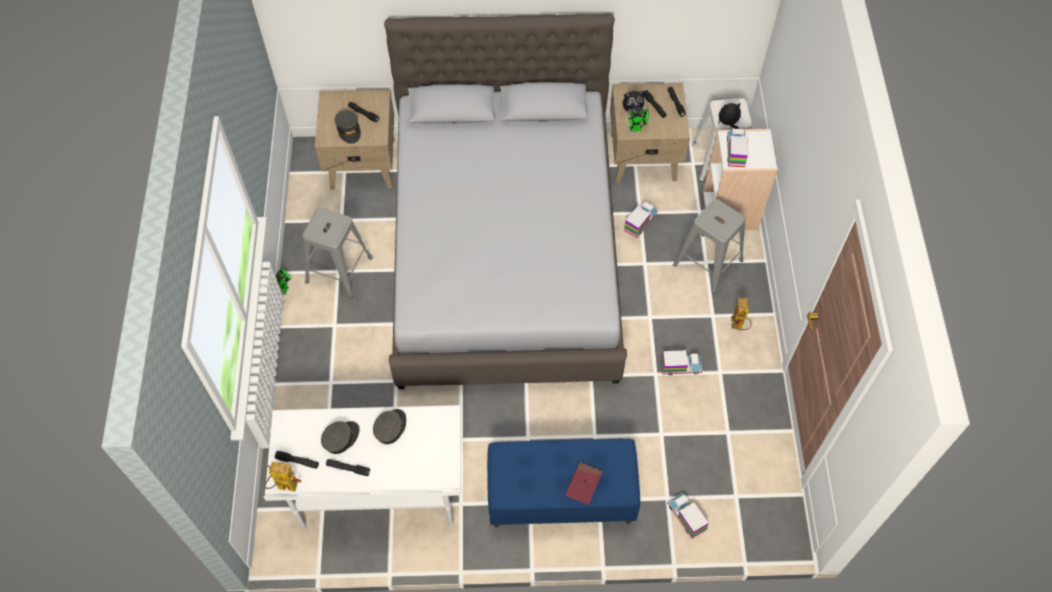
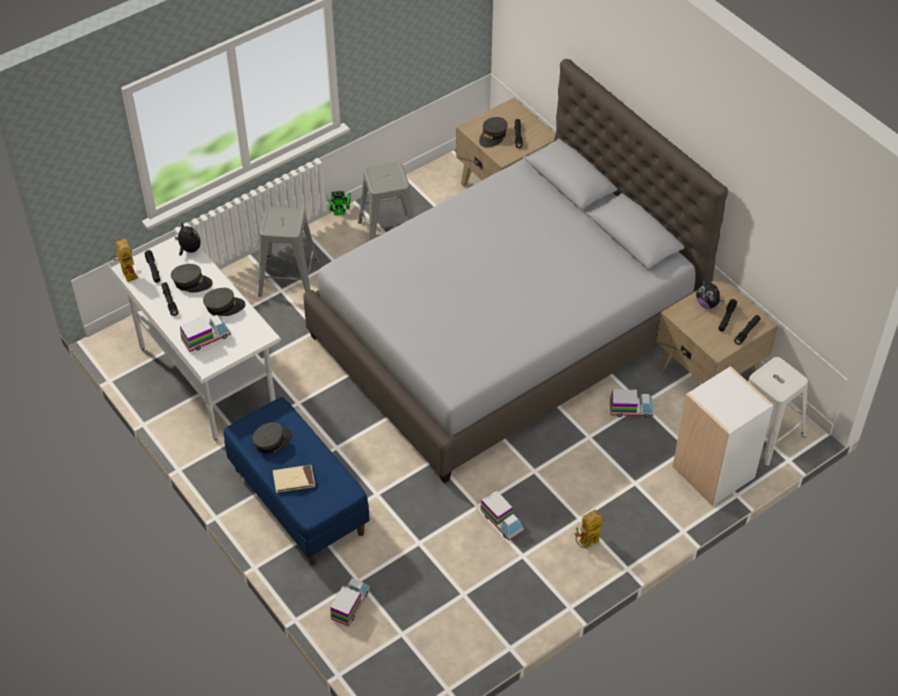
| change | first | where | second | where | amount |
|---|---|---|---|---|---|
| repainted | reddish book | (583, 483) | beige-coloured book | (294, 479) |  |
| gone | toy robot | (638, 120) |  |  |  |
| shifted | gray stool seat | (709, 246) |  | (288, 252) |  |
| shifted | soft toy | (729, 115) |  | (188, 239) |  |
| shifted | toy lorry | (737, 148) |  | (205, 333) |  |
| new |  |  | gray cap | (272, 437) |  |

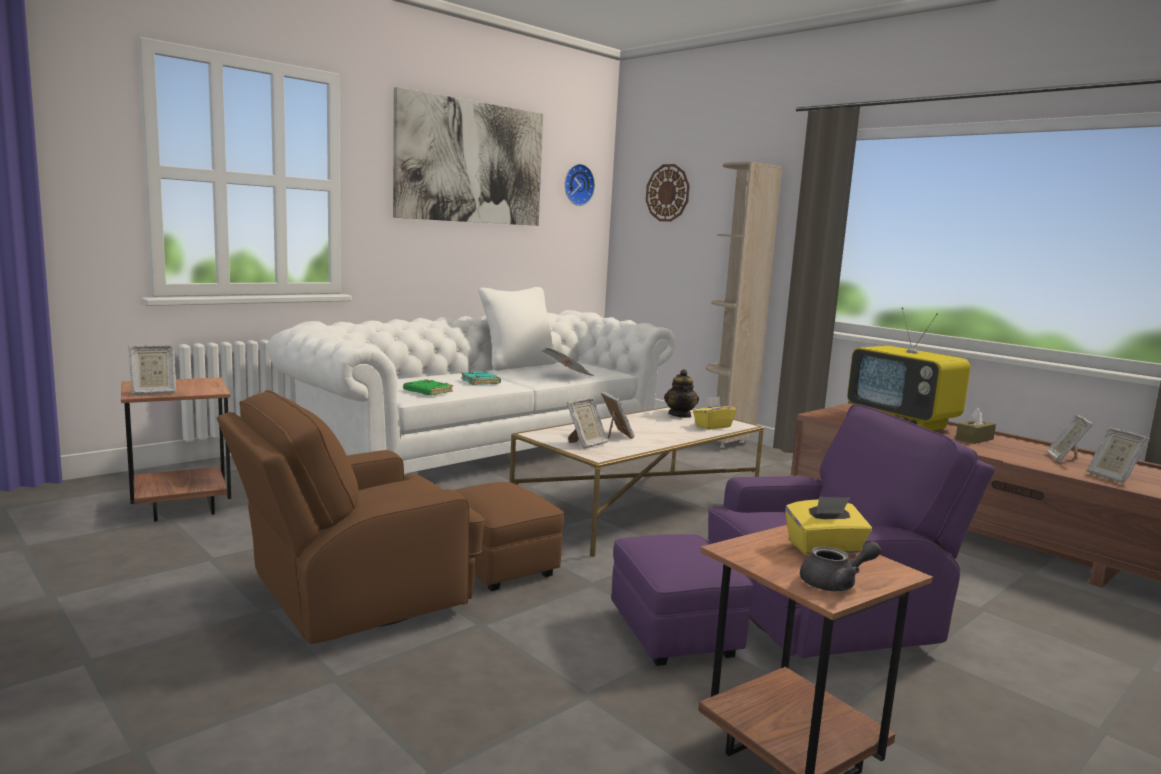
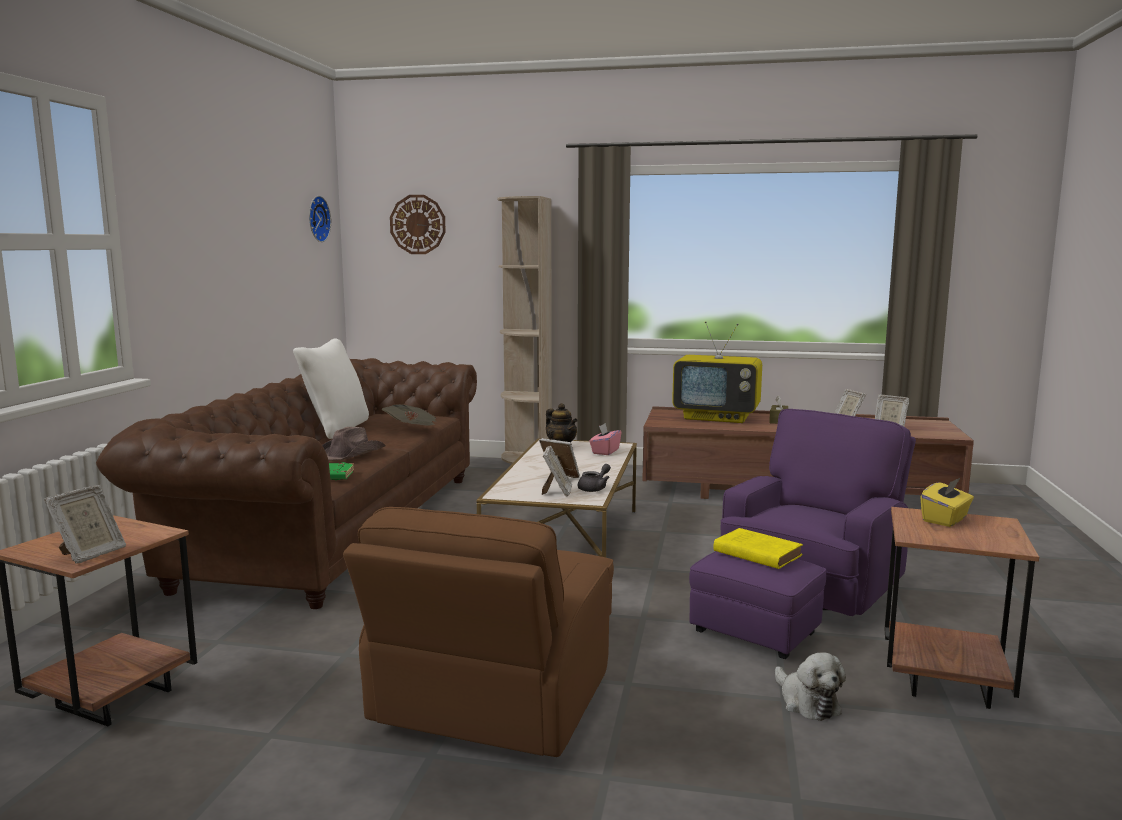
| change | first | where | second | where | amount |
|---|---|---|---|---|---|
| repainted | white-coloured couch | (471, 392) | brown-coloured couch | (286, 483) |  |
| gone | wall art | (468, 156) |  |  |  |
| swapped | blue-green book | (481, 378) | brown-coloured wearable hat | (353, 444) |  |
| repainted | yellow box of tissues | (714, 412) | pinkish box of tissues | (605, 439) |  |
| shifted | gray teapot | (840, 566) |  | (594, 478) |  |
| new |  |  | yellow book | (758, 548) |  |
| new |  |  | soft toy | (810, 686) |  |

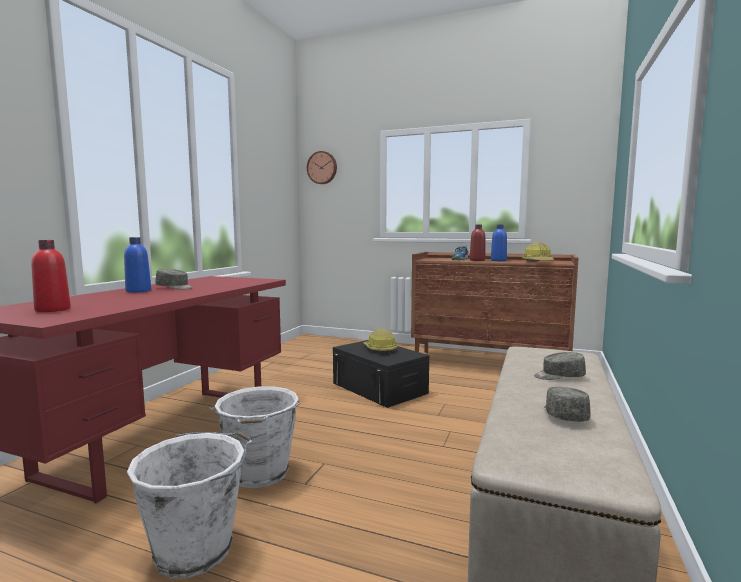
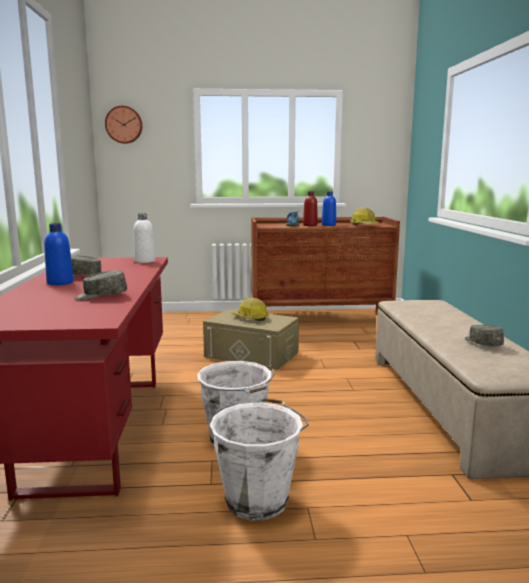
| change | first | where | second | where | amount |
|---|---|---|---|---|---|
| gone | reddish beverage bottle | (51, 276) |  |  |  |
| repainted | blackish storage bin | (381, 374) | beige-coloured storage bin | (251, 339) |  |
| shifted | gray cap | (560, 366) |  | (100, 285) |  |
| new |  |  | white-coloured beverage bottle | (144, 238) |  |

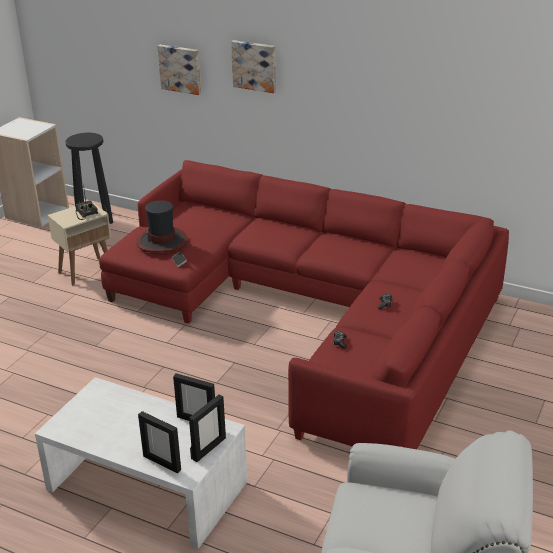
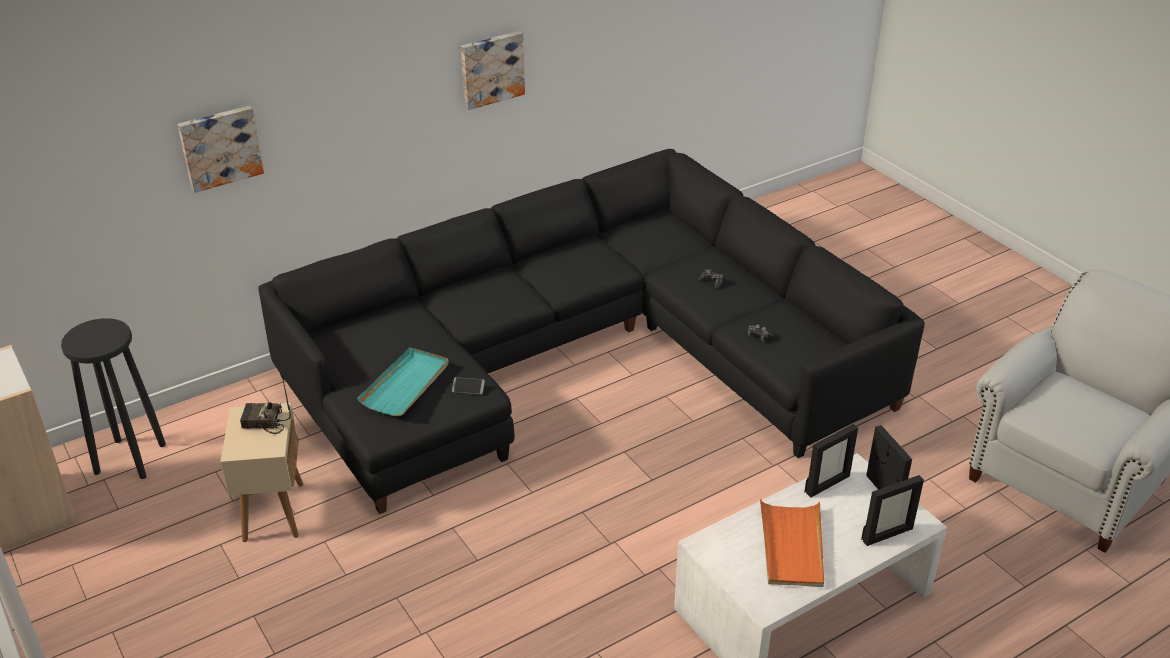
| change | first | where | second | where | amount |
|---|---|---|---|---|---|
| repainted | reddish couch | (304, 304) | blackish couch | (591, 331) |  |
| swapped | wearable hat | (162, 227) | blue-green carrying tray | (403, 381) |  |
| shifted | wall art | (253, 66) |  | (493, 70) |  |
| new |  |  | orangey carrying tray | (792, 543) |  |

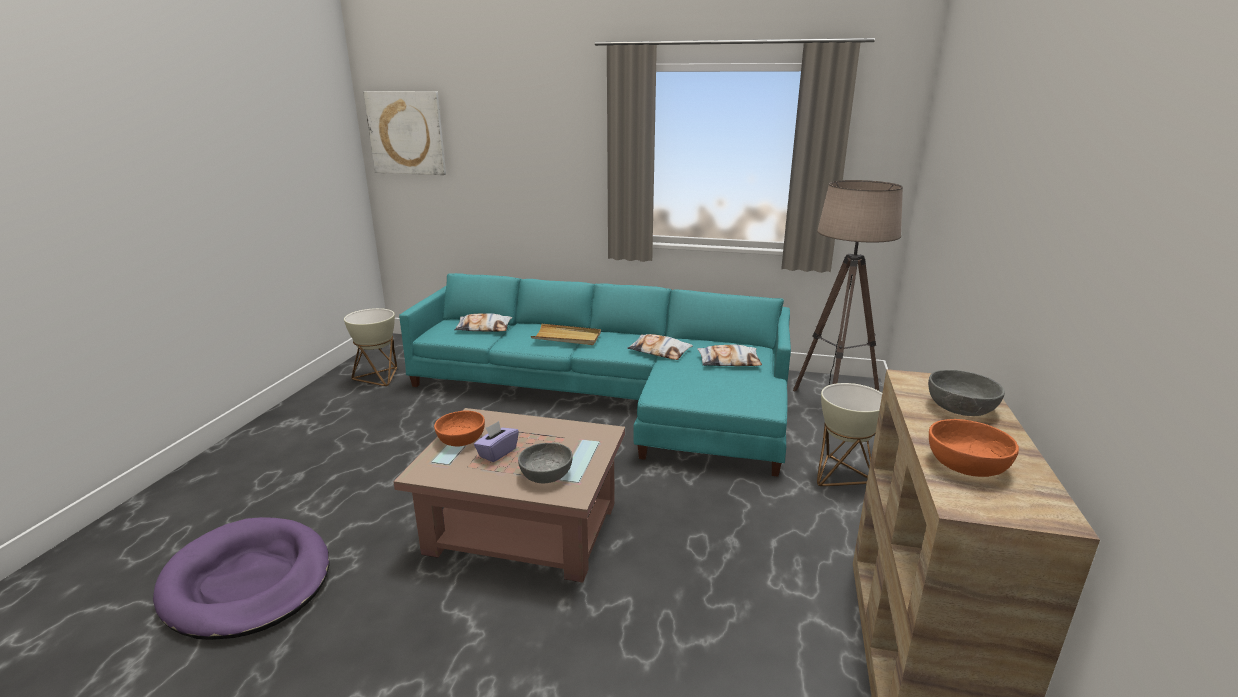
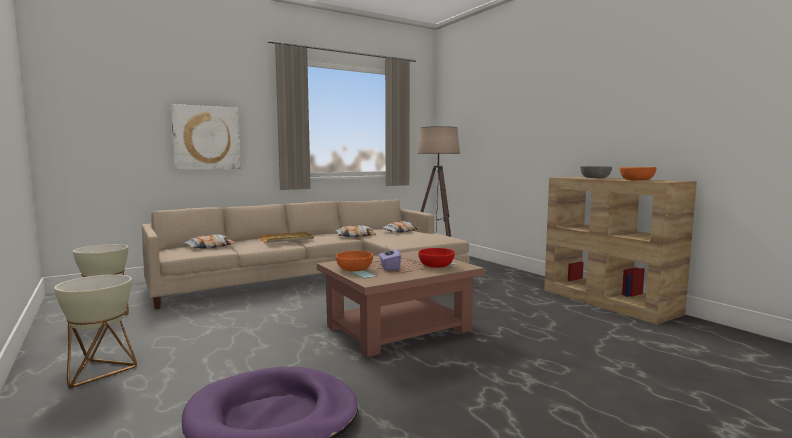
| change | first | where | second | where | amount |
|---|---|---|---|---|---|
| shifted | wall art | (404, 133) |  | (205, 137) |  |
| repainted | blue-green couch | (595, 375) | beige-coloured couch | (306, 254) |  |
| repainted | gray bowl | (545, 463) | reddish bowl | (436, 258) |  |
| shifted | flower pot | (849, 434) |  | (95, 331) |  |

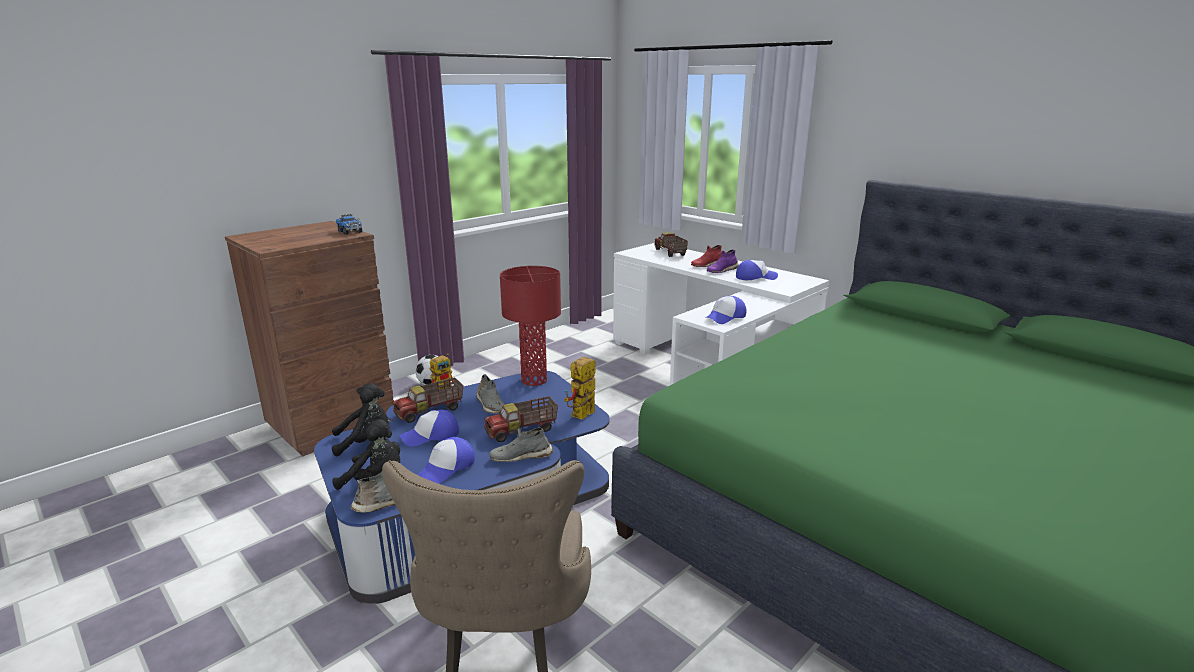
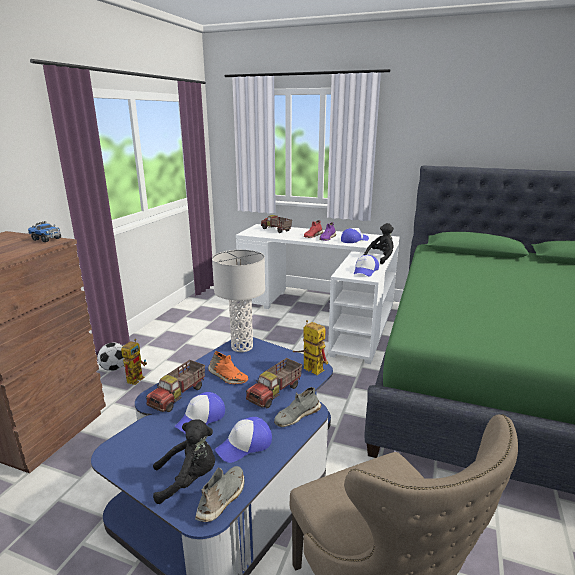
| change | first | where | second | where | amount |
|---|---|---|---|---|---|
| shifted | blackish soft toy | (360, 419) |  | (379, 243) |  |
| rotated | cap | (446, 460) |  | (243, 440) | 45 degrees clockwise |
| repainted | gray item of footwear | (490, 394) | orangey item of footwear | (228, 367) |  |
| repainted | reddish lamp for a table | (530, 326) | white-coloured lamp for a table | (238, 301) |  |
| rotated | toy robot | (579, 388) |  | (310, 347) | 120 degrees clockwise |

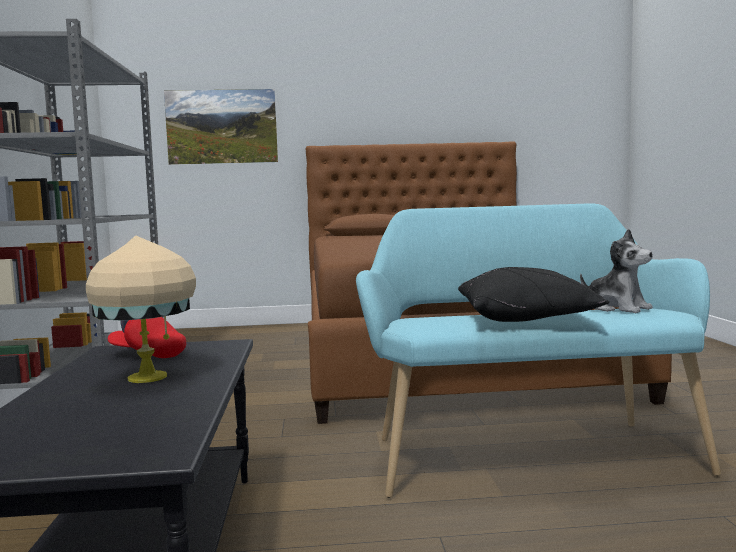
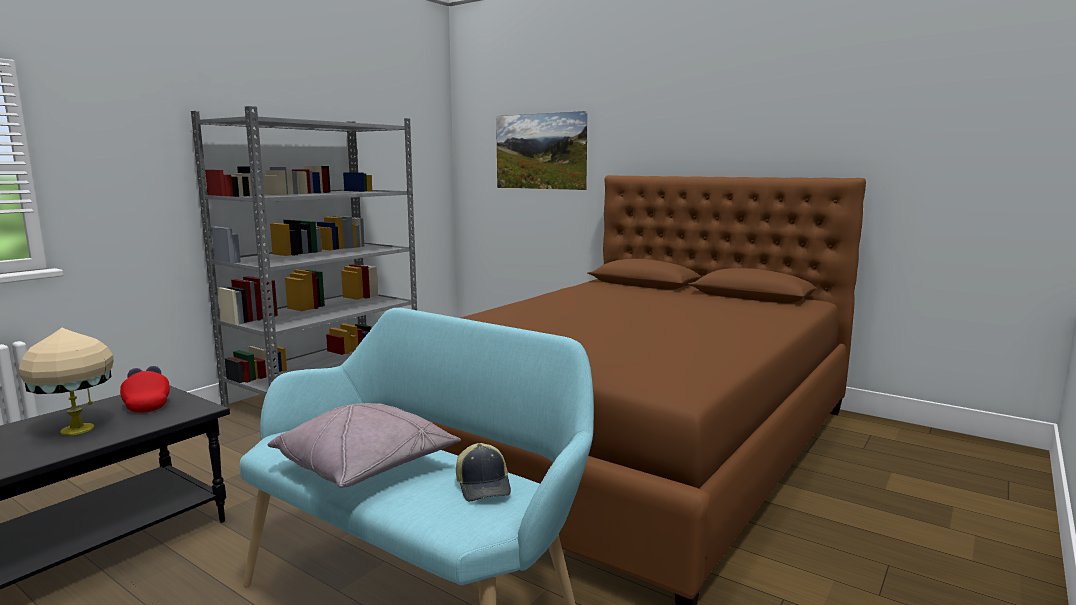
| change | first | where | second | where | amount |
|---|---|---|---|---|---|
| repainted | blackish pillow | (533, 294) | purplish pillow | (364, 445) |  |
| swapped | soft toy | (616, 271) | cap | (483, 472) |  |

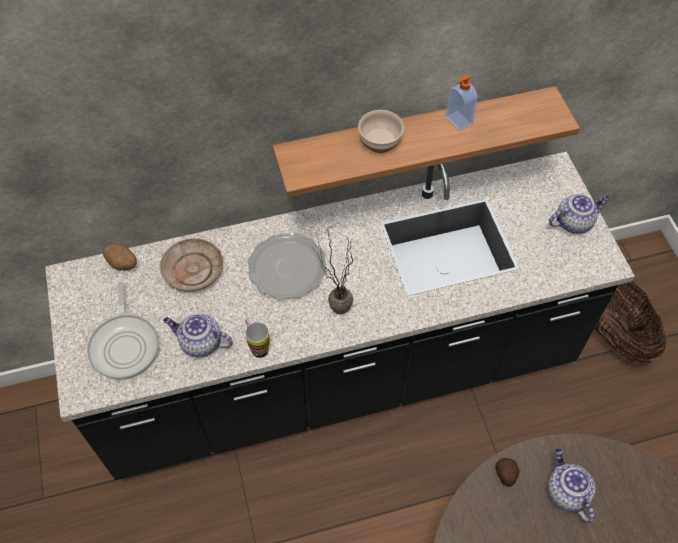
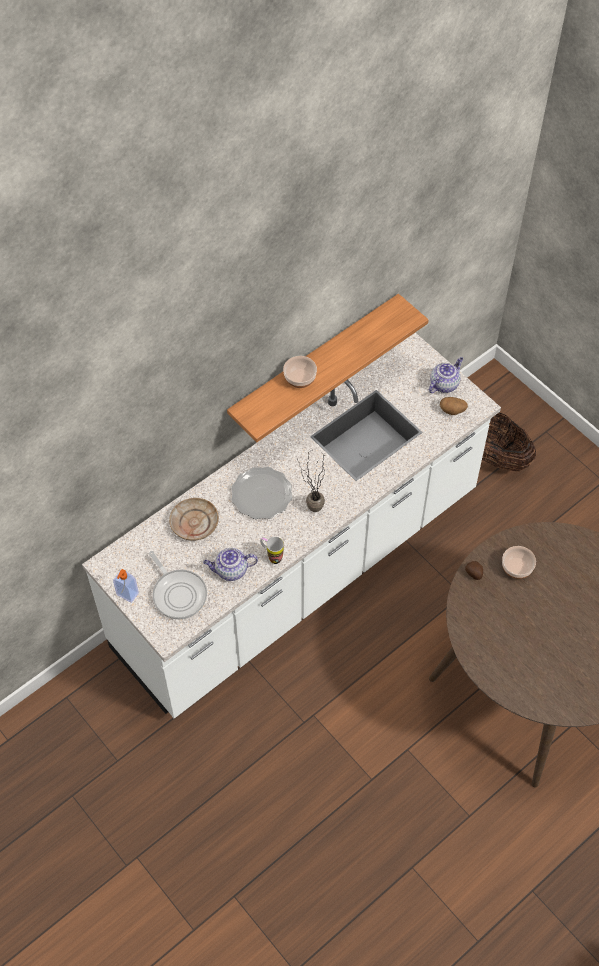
| change | first | where | second | where | amount |
|---|---|---|---|---|---|
| repainted | blackish counter | (340, 316) | white-coloured counter | (291, 525) |  |
| shifted | spud | (120, 256) |  | (454, 406) |  |
| shifted | soap bottle | (462, 103) |  | (126, 586) |  |
| swapped | teapot | (572, 485) | bowl | (519, 562) |  |

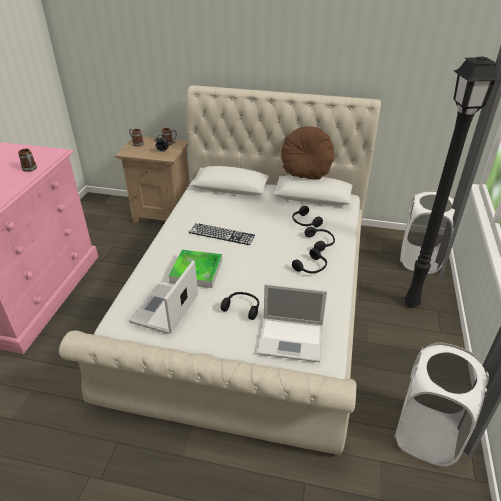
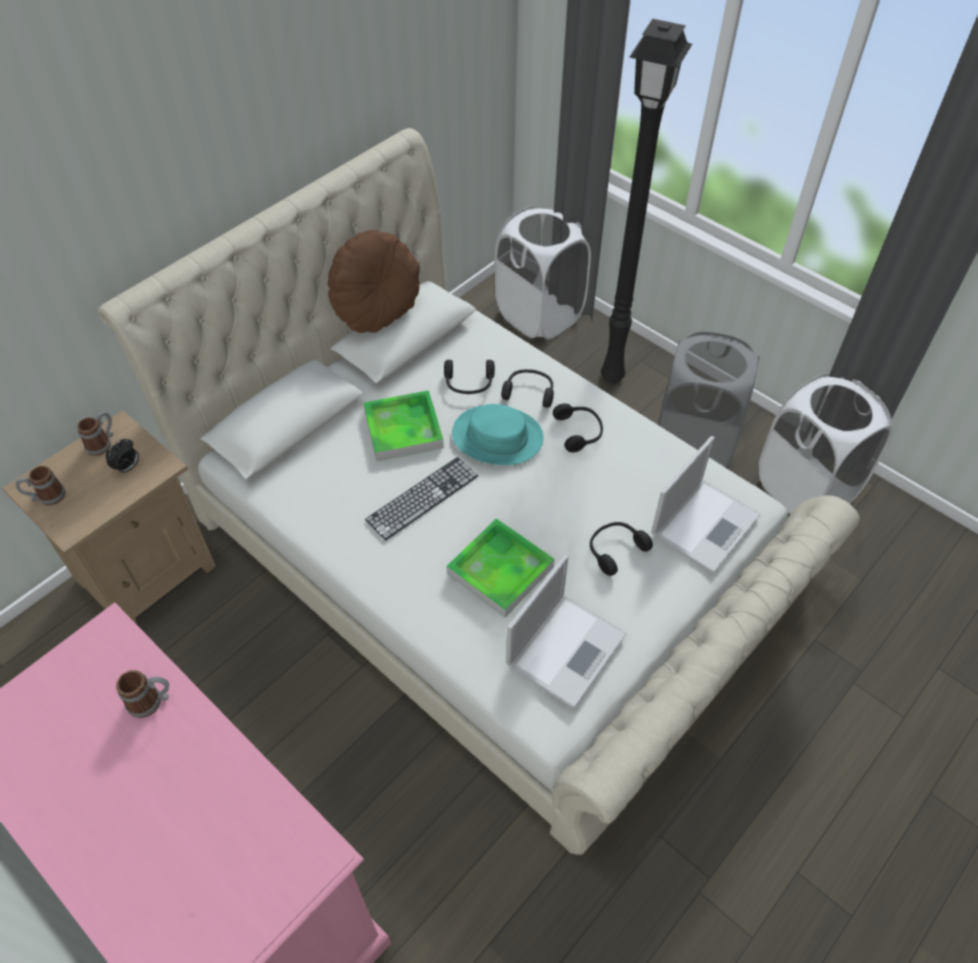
| change | first | where | second | where | amount |
|---|---|---|---|---|---|
| rotated | portable computer | (163, 297) |  | (566, 631) | 105 degrees counterclockwise |
| new |  |  | carrying tray | (403, 425) |  |
| new |  |  | blue-green wearable hat | (497, 434) |  |
| new |  |  | gray washing basket | (709, 399) |  |

